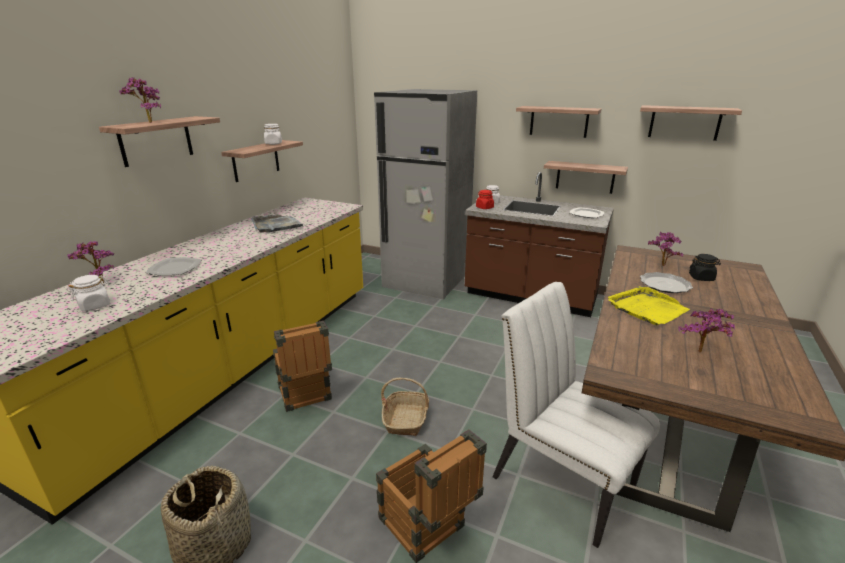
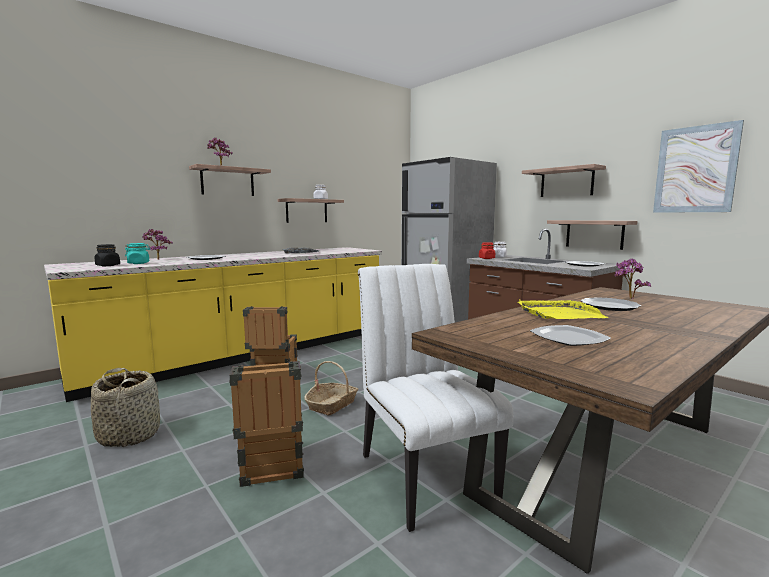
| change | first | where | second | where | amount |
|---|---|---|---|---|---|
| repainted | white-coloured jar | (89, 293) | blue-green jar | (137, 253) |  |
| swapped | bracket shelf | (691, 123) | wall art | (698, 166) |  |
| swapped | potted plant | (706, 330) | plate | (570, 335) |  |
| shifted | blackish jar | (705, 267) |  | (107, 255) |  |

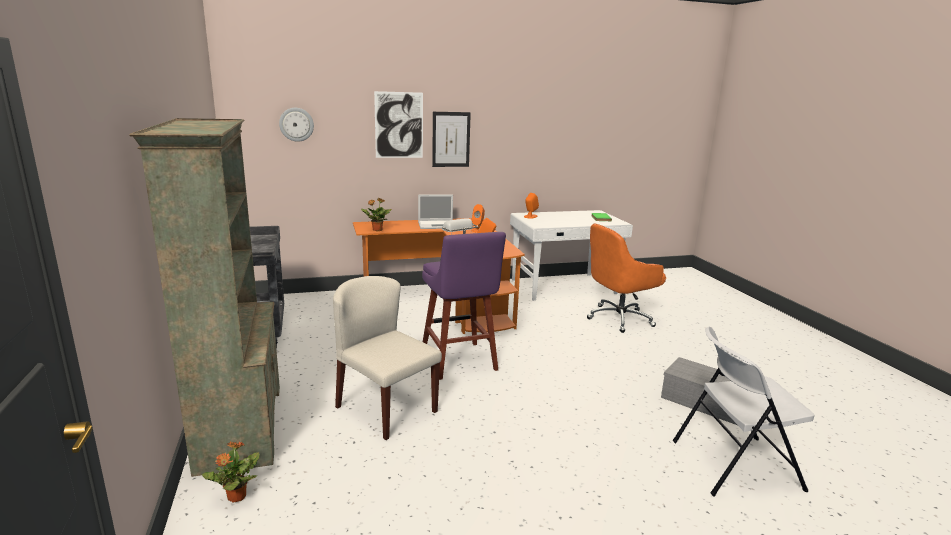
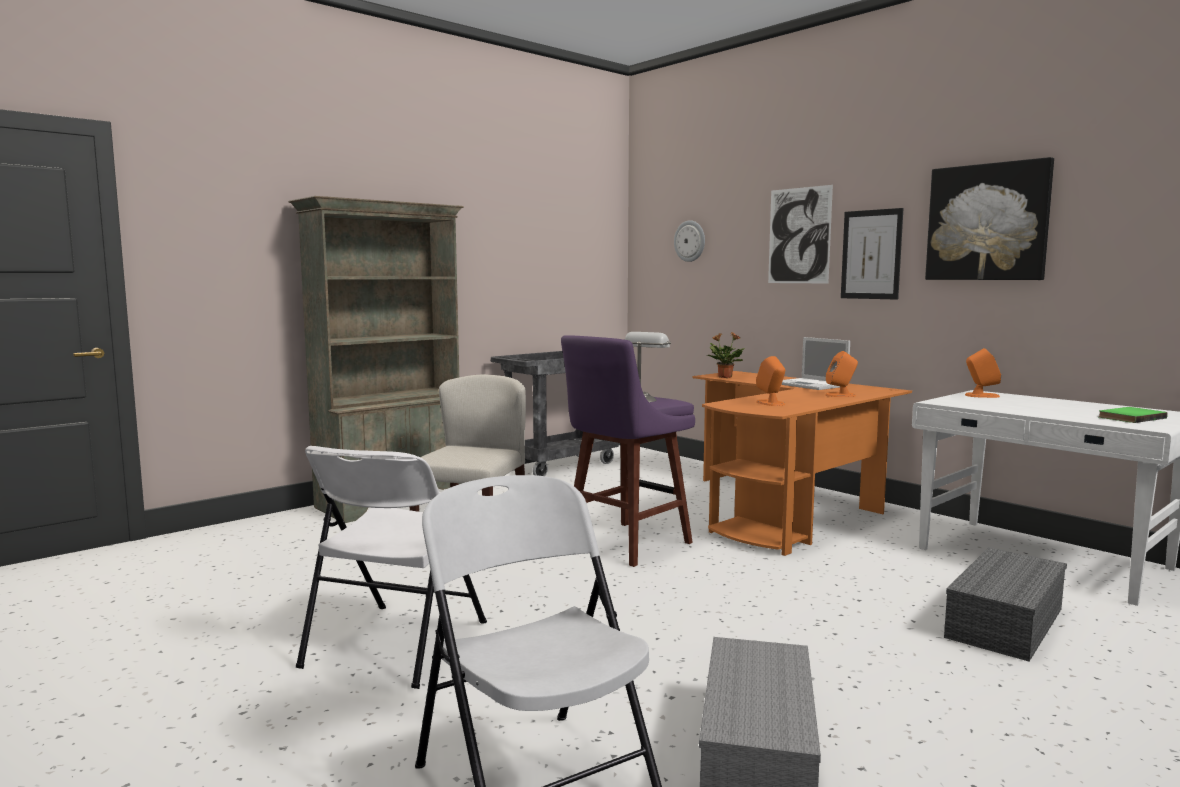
| change | first | where | second | where | amount |
|---|---|---|---|---|---|
| gone | potted plant | (231, 471) |  |  |  |
| swapped | orangey desk chair | (626, 278) | gray storage bin | (1005, 605) |  |
| new |  |  | white-coloured upright chair | (391, 567) |  |
| new |  |  | wall art | (989, 218) |  |

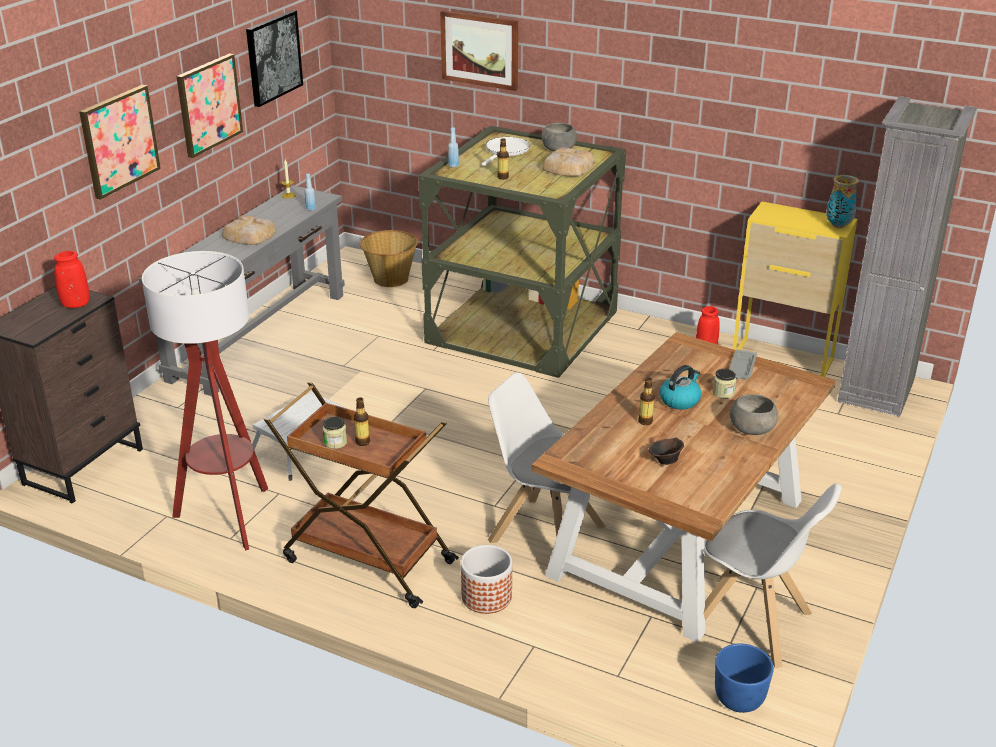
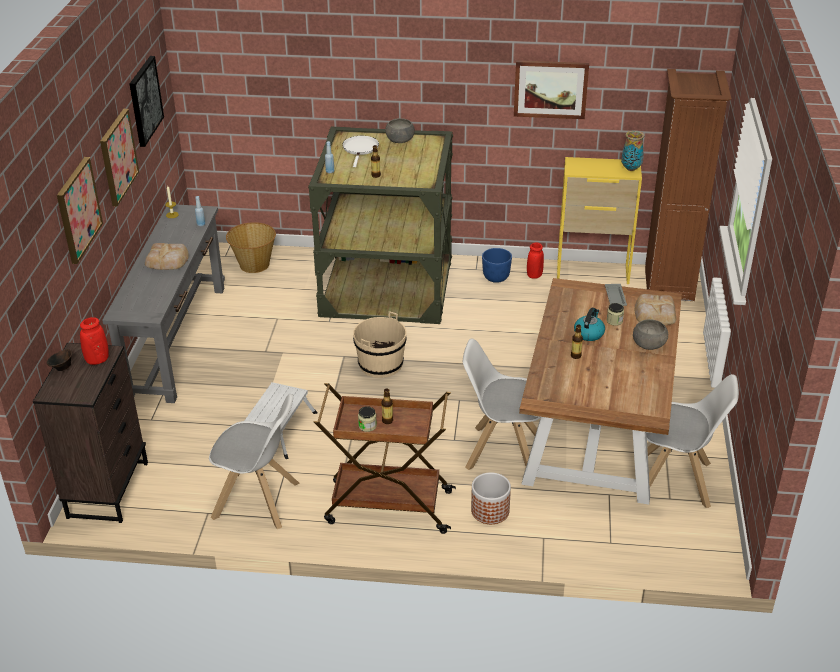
| change | first | where | second | where | amount |
|---|---|---|---|---|---|
| swapped | standard lamp | (205, 400) | upright chair | (254, 461) |  |
| shifted | wall art | (479, 50) |  | (551, 89) |  |
| shifted | bread | (568, 162) |  | (655, 309) |  |
| shifted | brown-coloured bowl | (666, 451) |  | (60, 360) |  |
| shifted | blue-coloured flower pot | (744, 678) |  | (497, 265) |  |
| repainted | gray storage cabinet | (907, 256) | brown-coloured storage cabinet | (688, 185) |  |
| new |  |  | beige-coloured pail | (380, 344) |  |

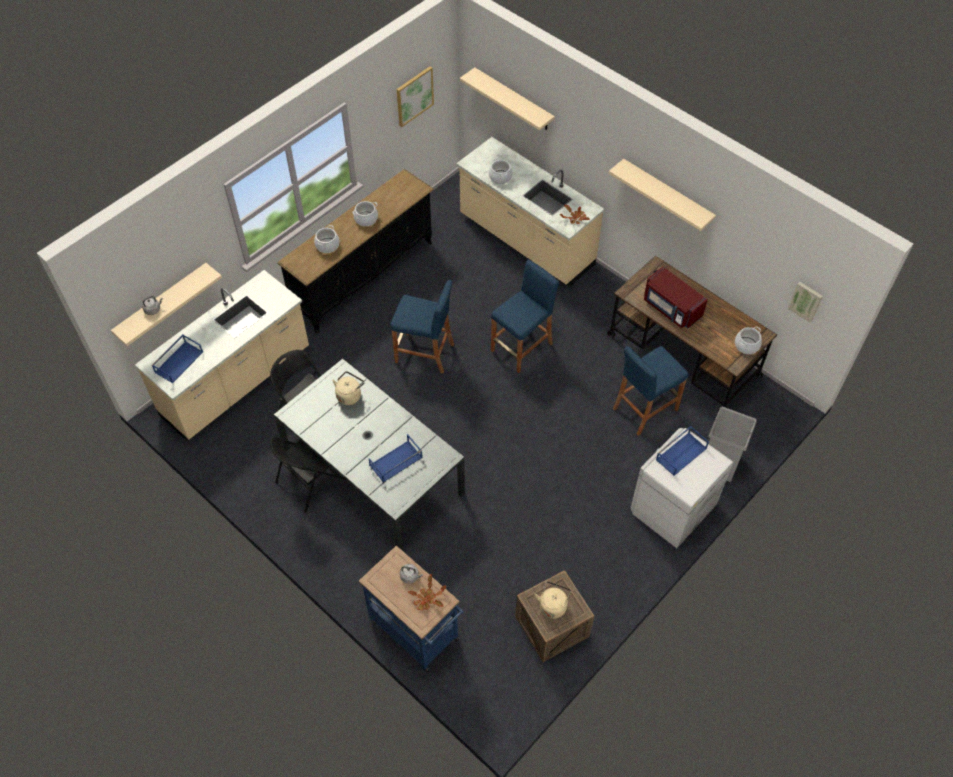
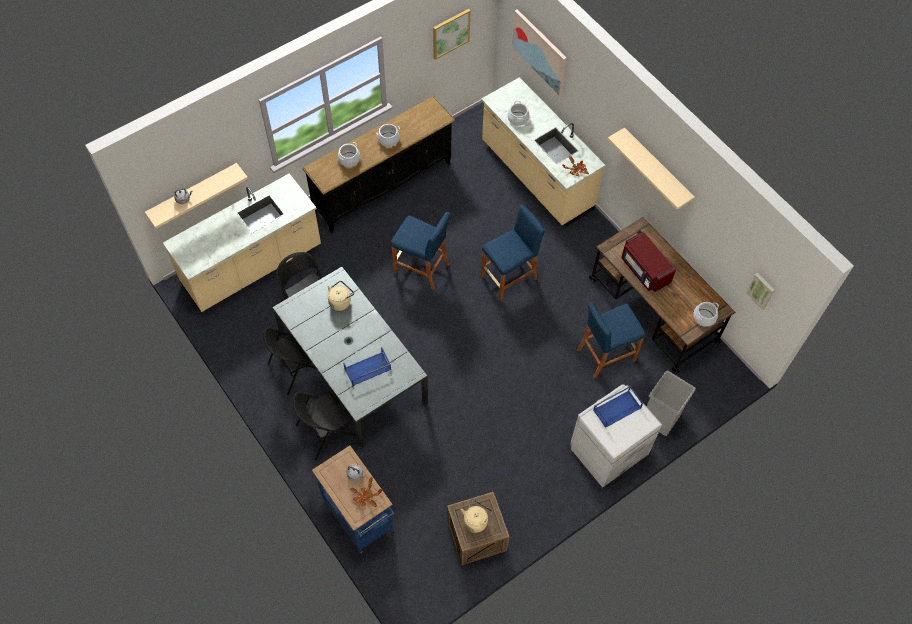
| change | first | where | second | where | amount |
|---|---|---|---|---|---|
| gone | blue-coloured carrying tray | (177, 358) |  |  |  |
| swapped | beige-coloured bracket shelf | (507, 99) | wall art | (539, 52) |  |
| new |  |  | blackish upright chair | (325, 425) |  |

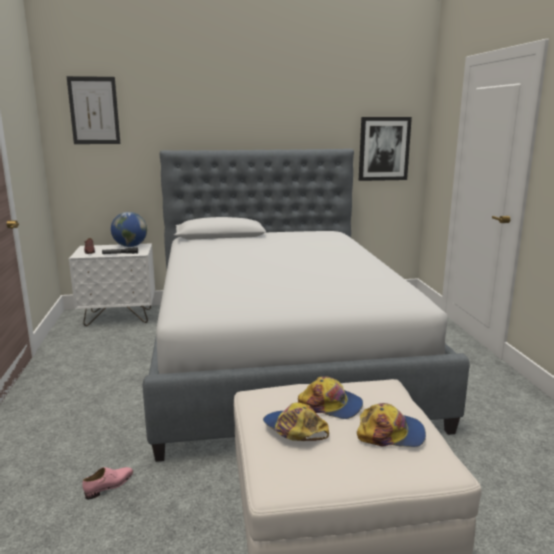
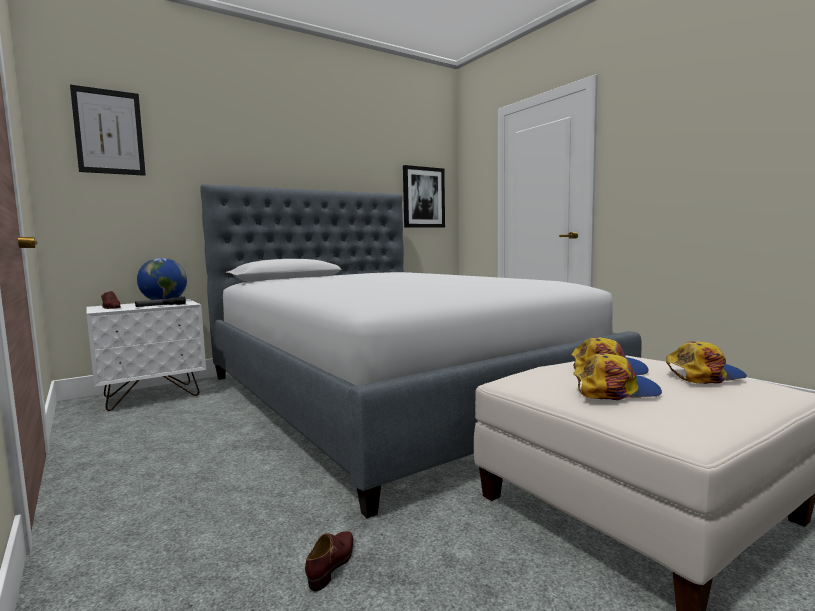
| change | first | where | second | where | amount |
|---|---|---|---|---|---|
| repainted | pinkish item of footwear | (107, 483) | brown-coloured item of footwear | (329, 561) |  |
| rotated | cap | (296, 421) |  | (617, 376) | 150 degrees clockwise |

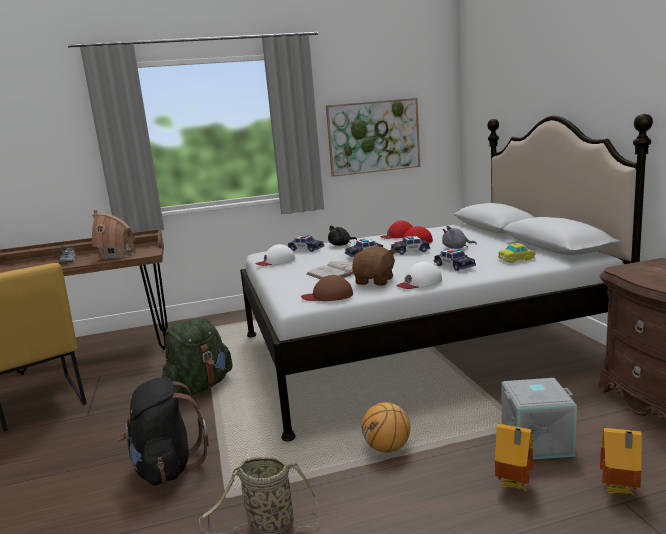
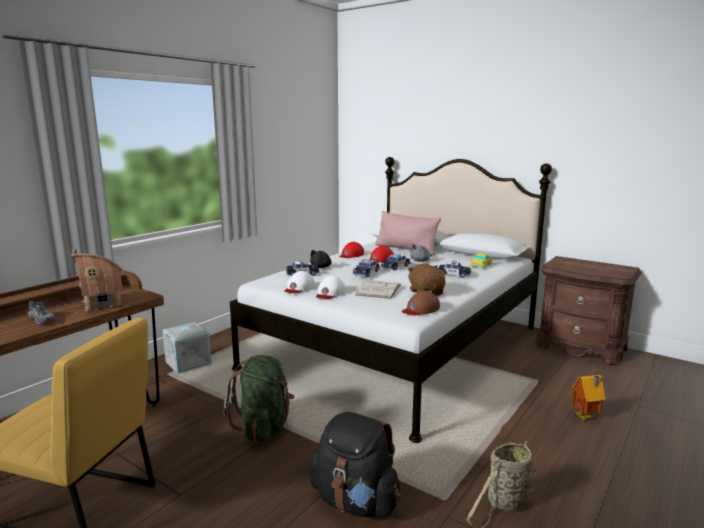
| change | first | where | second | where | amount |
|---|---|---|---|---|---|
| gone | wall art | (373, 137) |  |  |  |
| gone | basketball | (386, 427) |  |  |  |
| shifted | white-coloured cap | (419, 275) |  | (330, 287) |  |
| shifted | gray storage bin | (539, 418) |  | (187, 347) |  |
| gone | toy house | (621, 462) |  |  |  |
| new |  |  | pinkish pillow | (408, 233) |  |

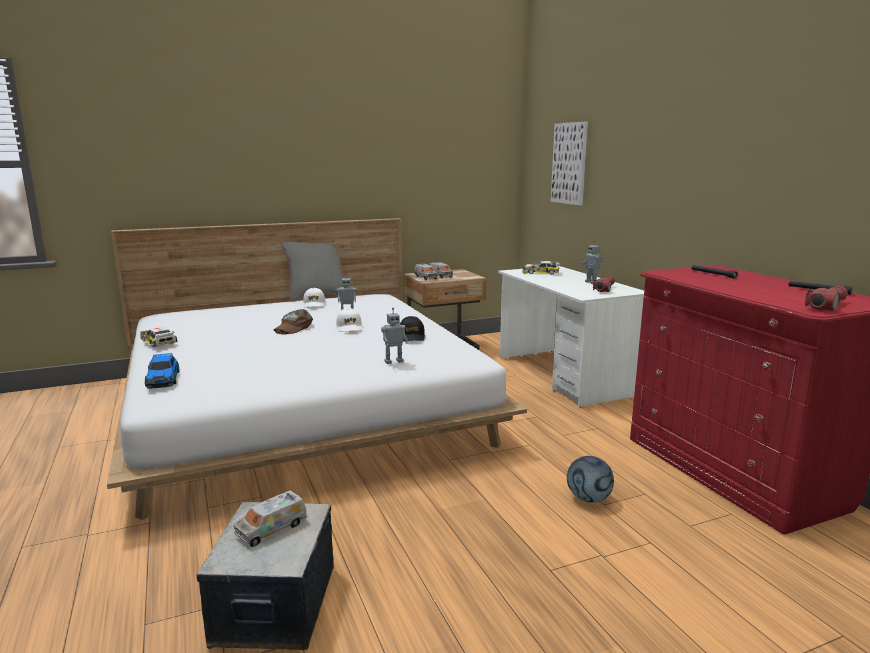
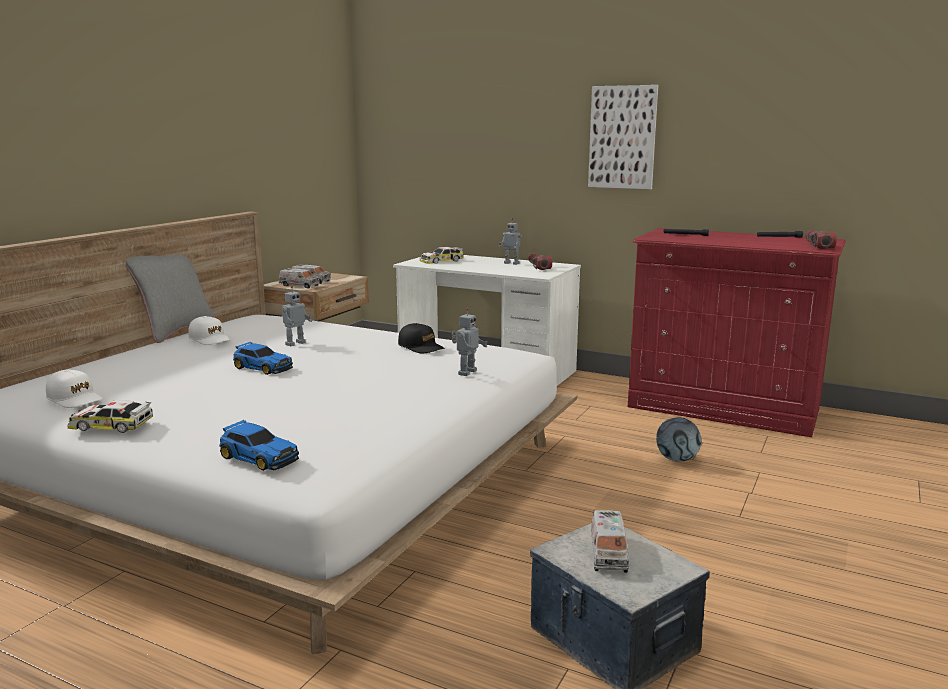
| change | first | where | second | where | amount |
|---|---|---|---|---|---|
| swapped | brown-coloured cap | (293, 322) | miniature car | (263, 358) |  |
| shifted | white-coloured cap | (349, 320) |  | (74, 389) |  |
| shifted | wall art | (569, 163) |  | (623, 137) |  |

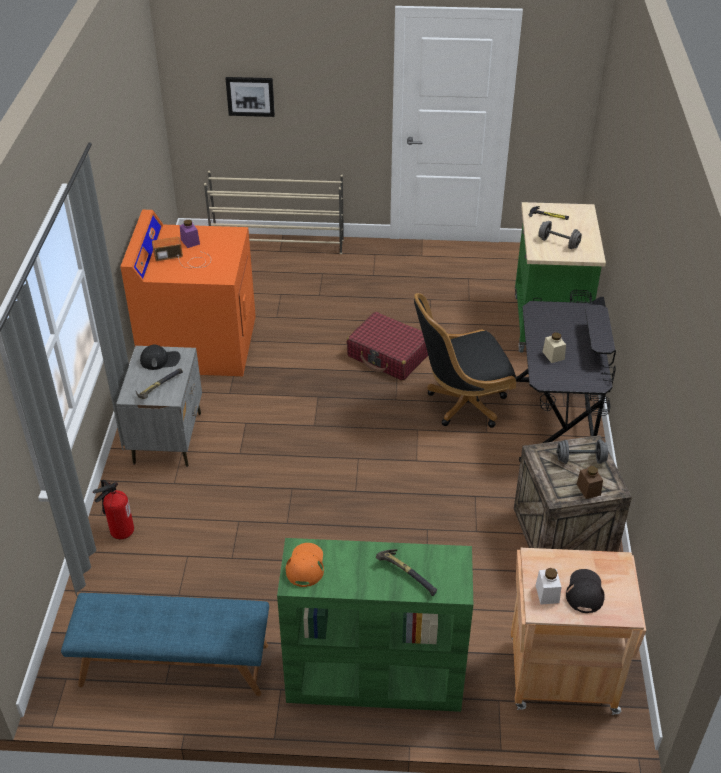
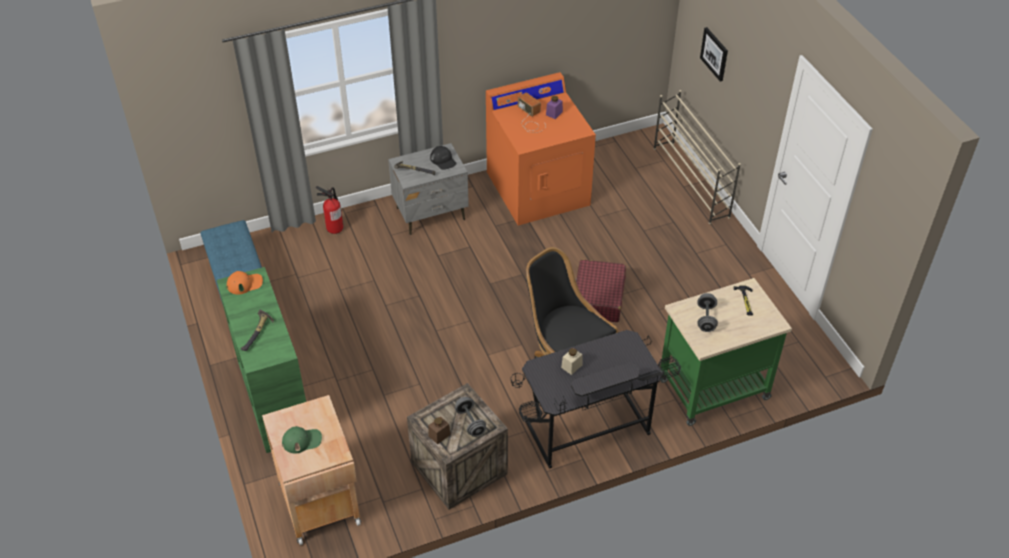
| change | first | where | second | where | amount |
|---|---|---|---|---|---|
| gone | white-coloured jar | (548, 586) |  |  |  |
| repainted | blackish cap | (585, 591) | greenish cap | (302, 439) |  |

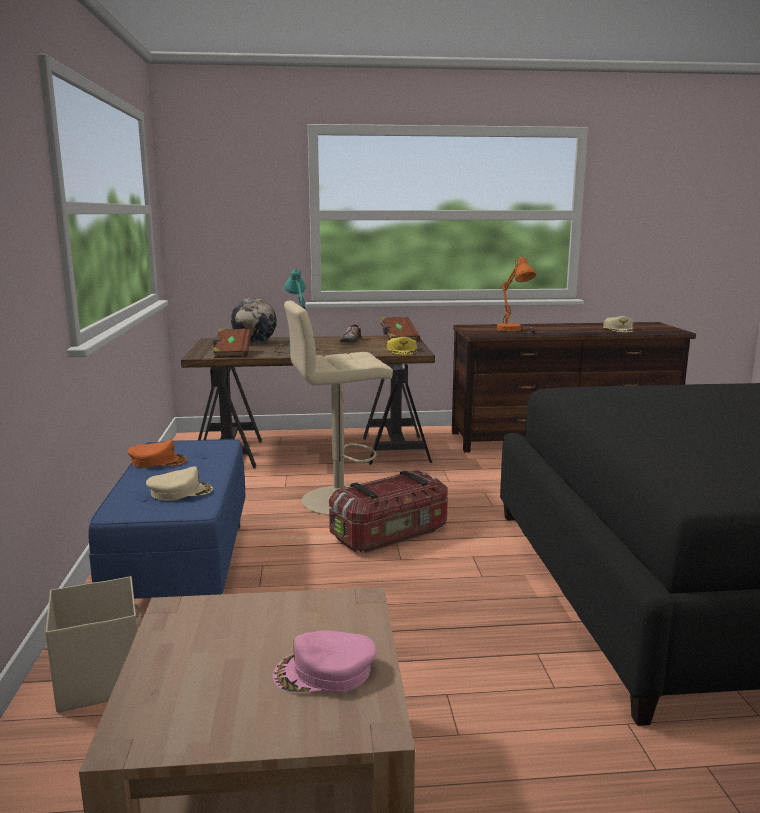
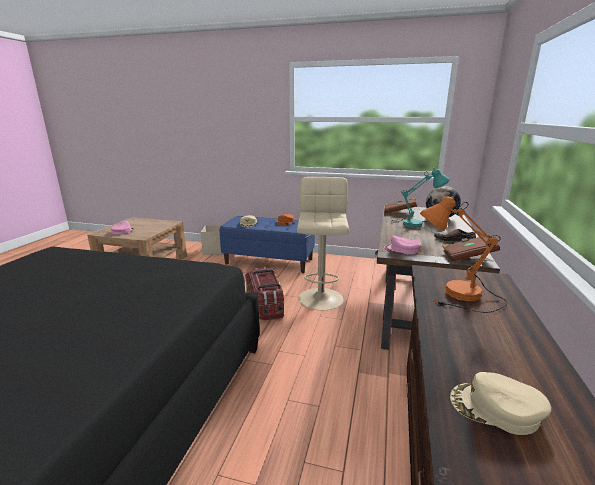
| change | first | where | second | where | amount |
|---|---|---|---|---|---|
| repainted | yellow cap | (402, 346) | pinkish cap | (402, 245) |  |

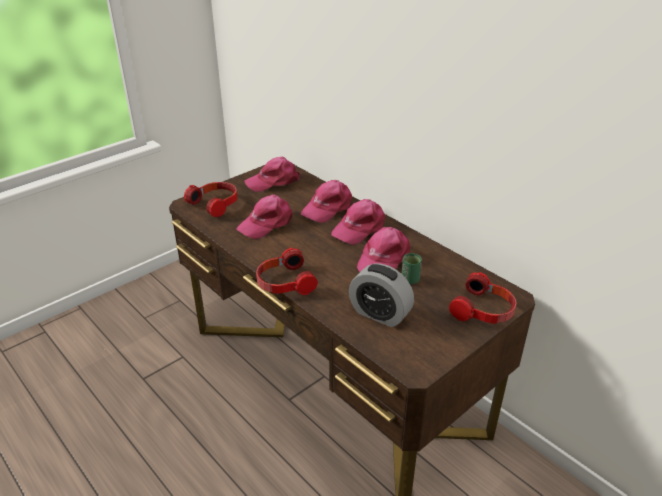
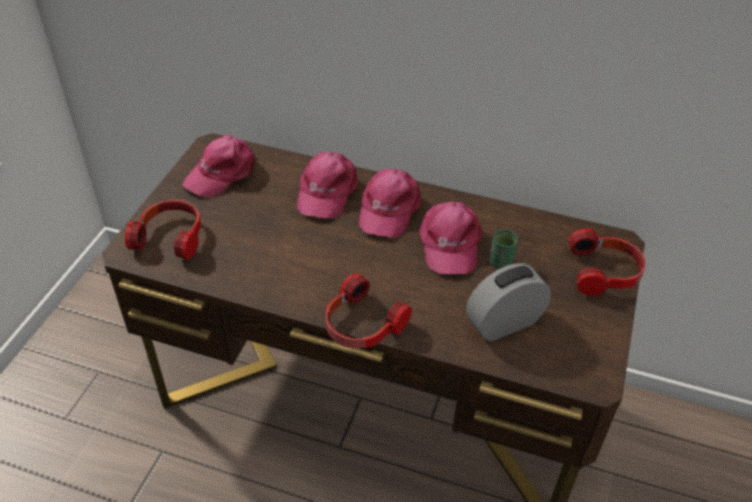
| change | first | where | second | where | amount |
|---|---|---|---|---|---|
| gone | pinkish cap | (264, 217) |  |  |  |
| rotated | alarm clock | (381, 295) |  | (508, 302) | 150 degrees clockwise |

